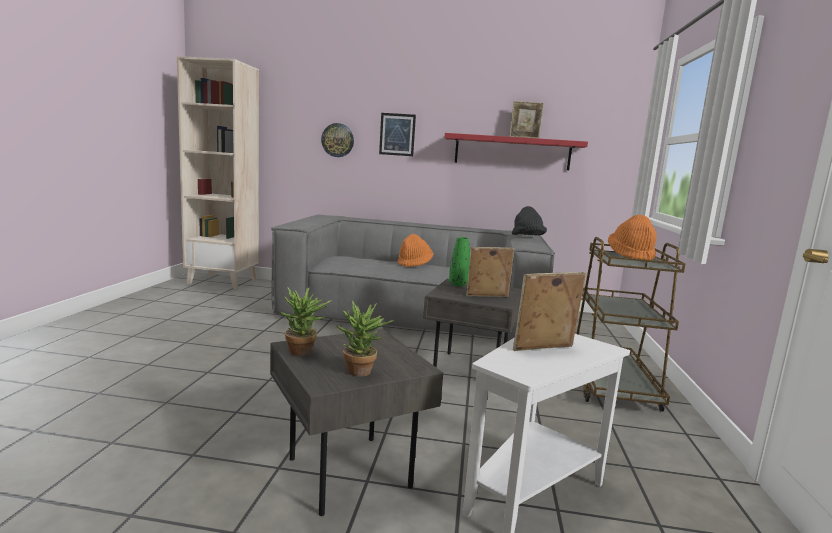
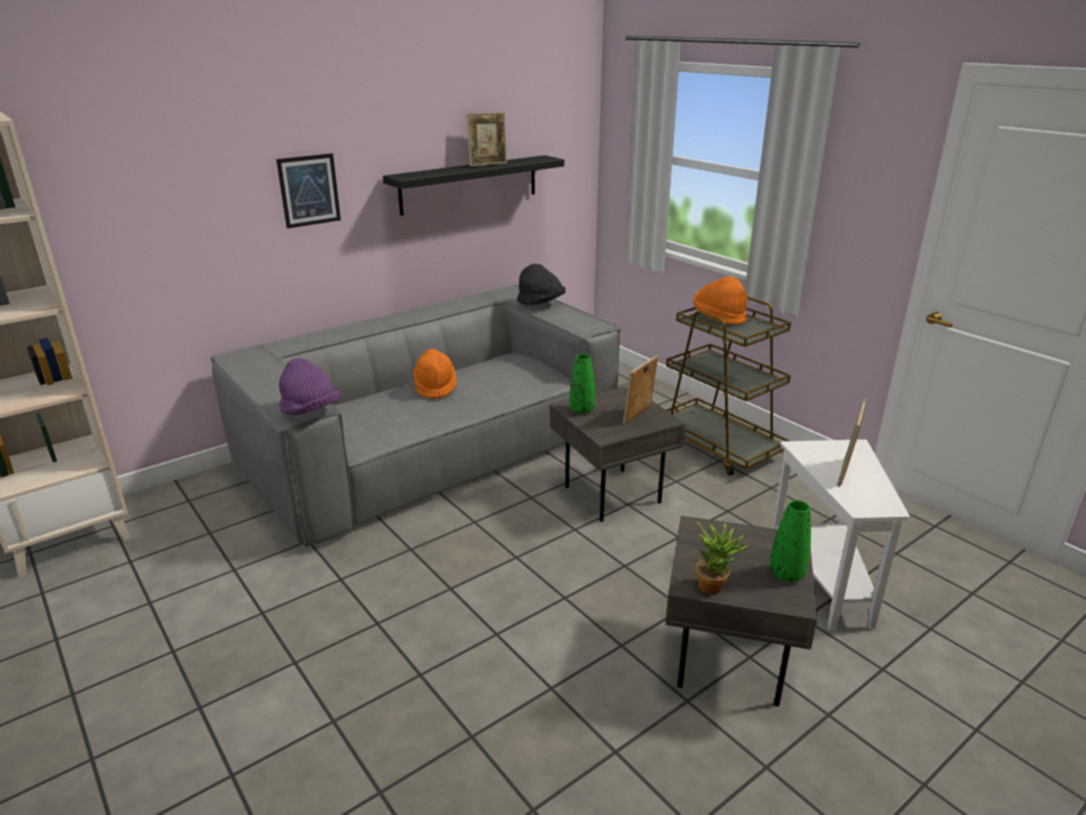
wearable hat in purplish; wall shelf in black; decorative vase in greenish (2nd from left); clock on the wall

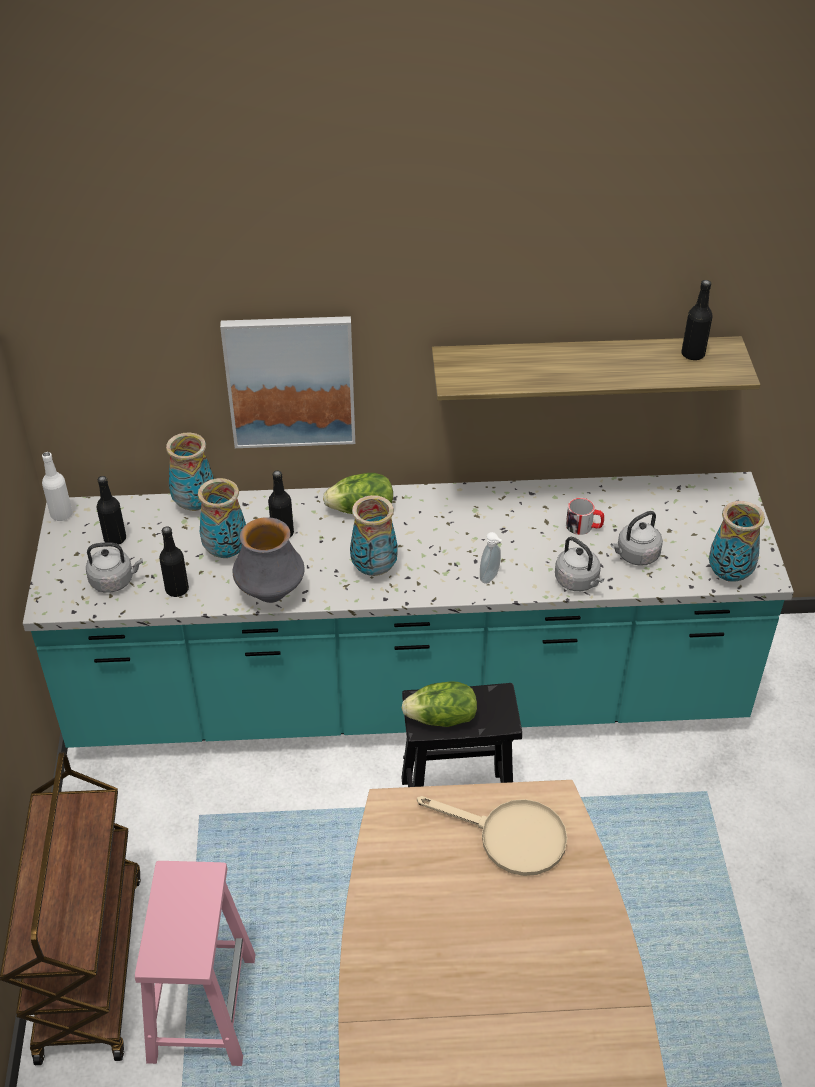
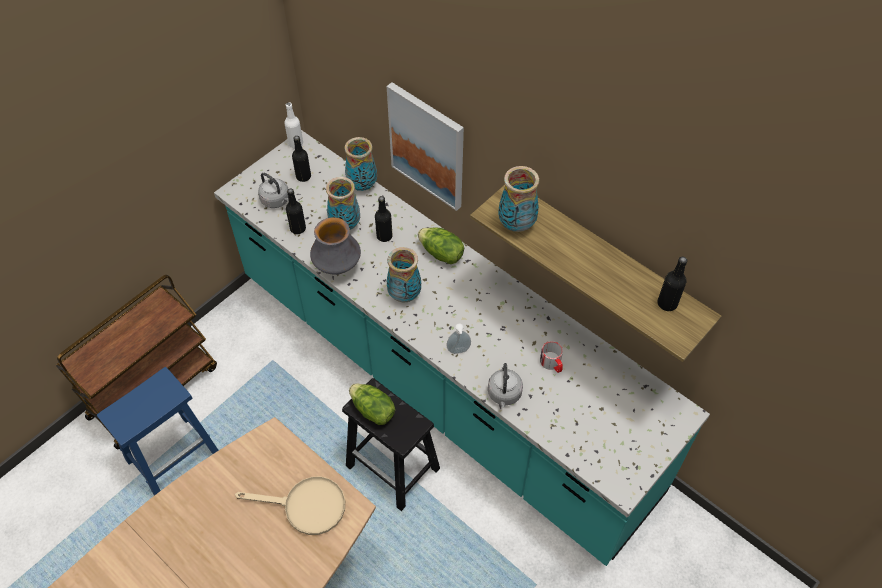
stool seat in bluish; pan in beige; decorative vase (5th from left); water kettle in greyish (3rd from left in the first image)

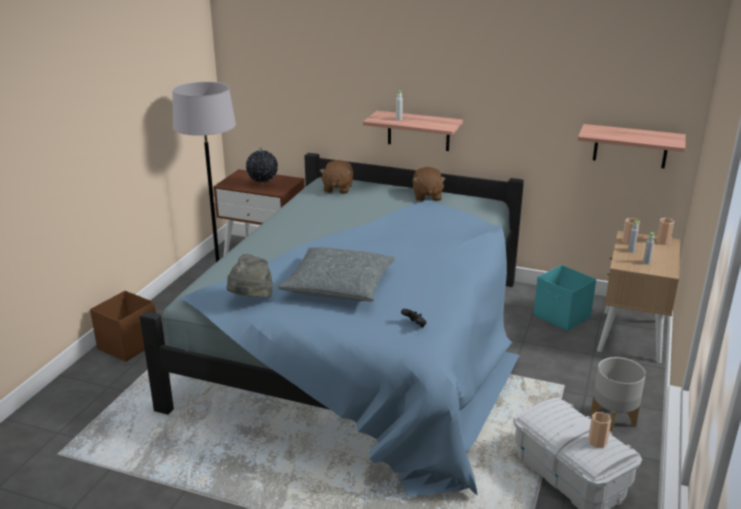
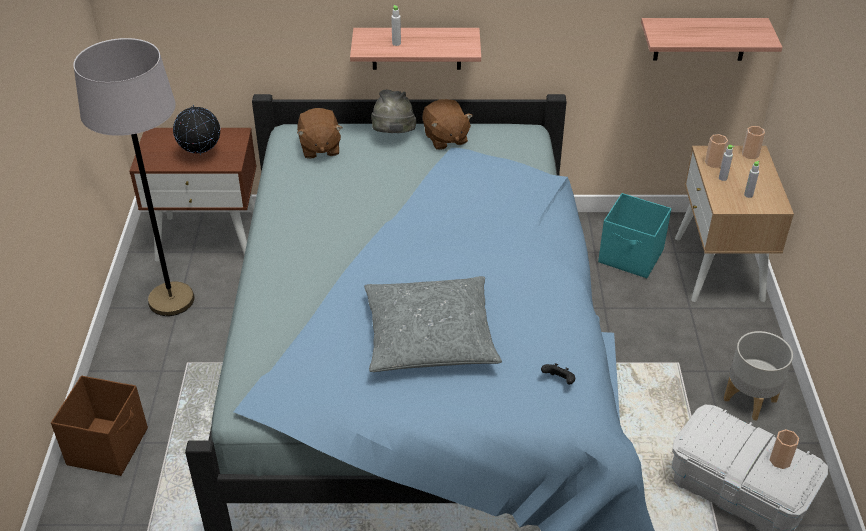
wearable hat in greyish

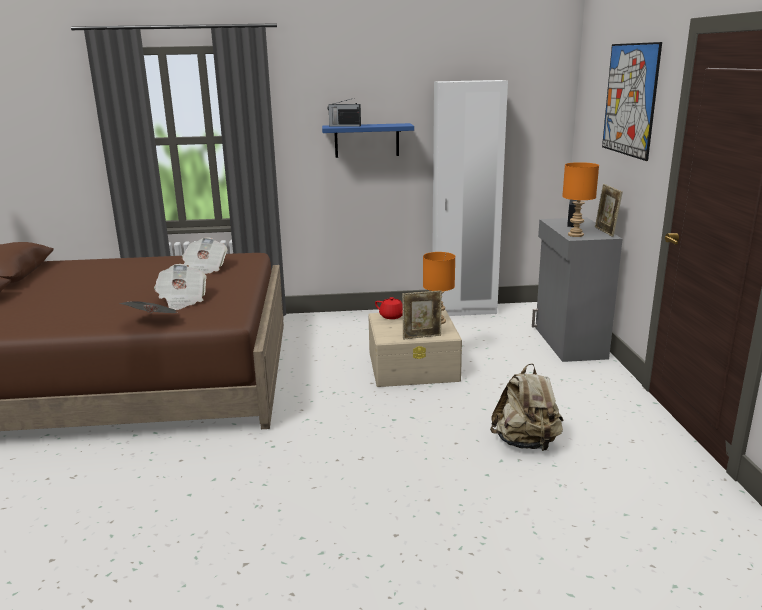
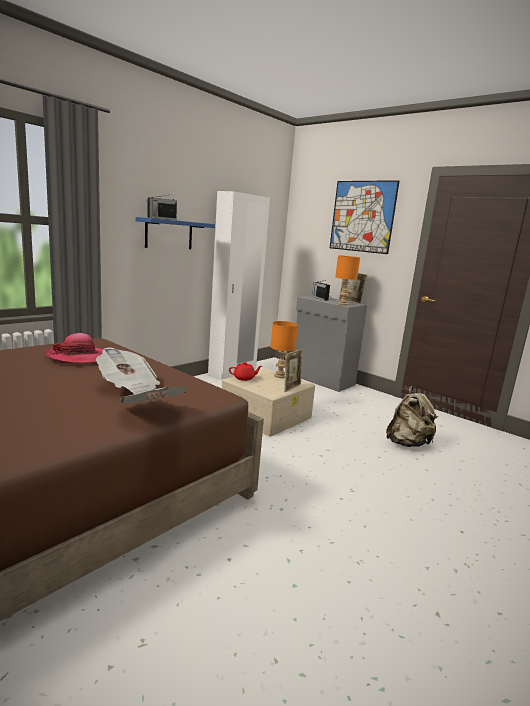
wearable hat

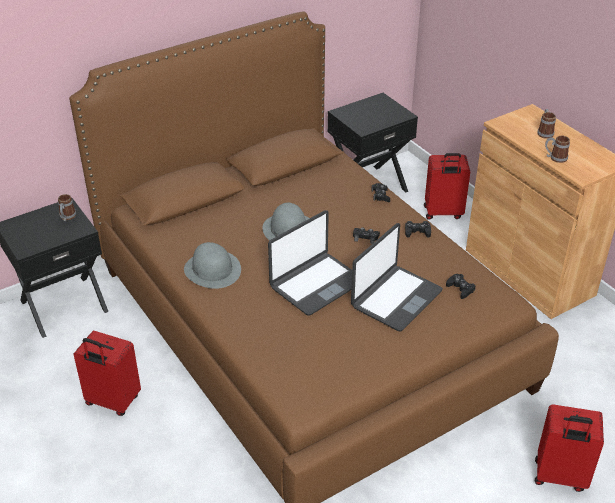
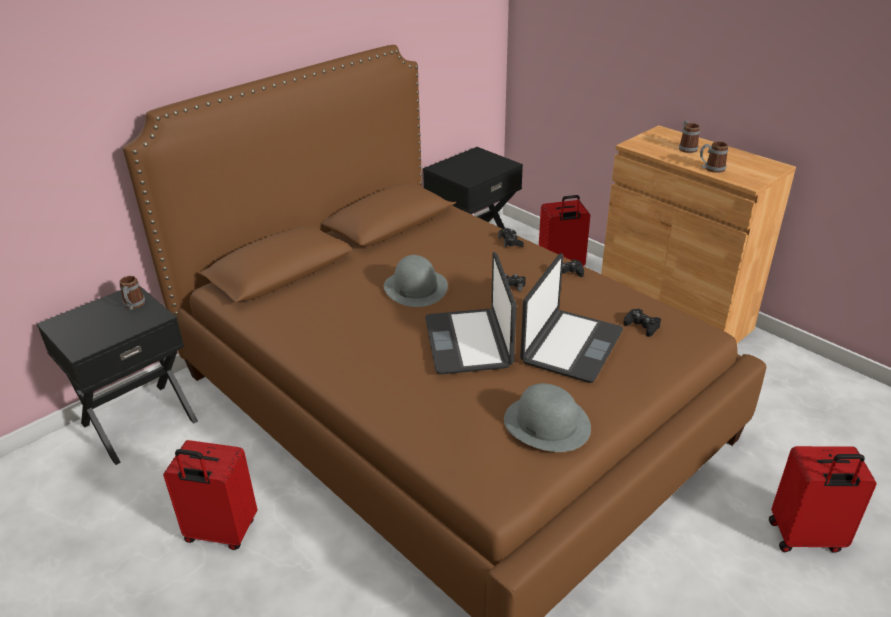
laptop (1st from left); wearable hat in greyish (2nd from left)

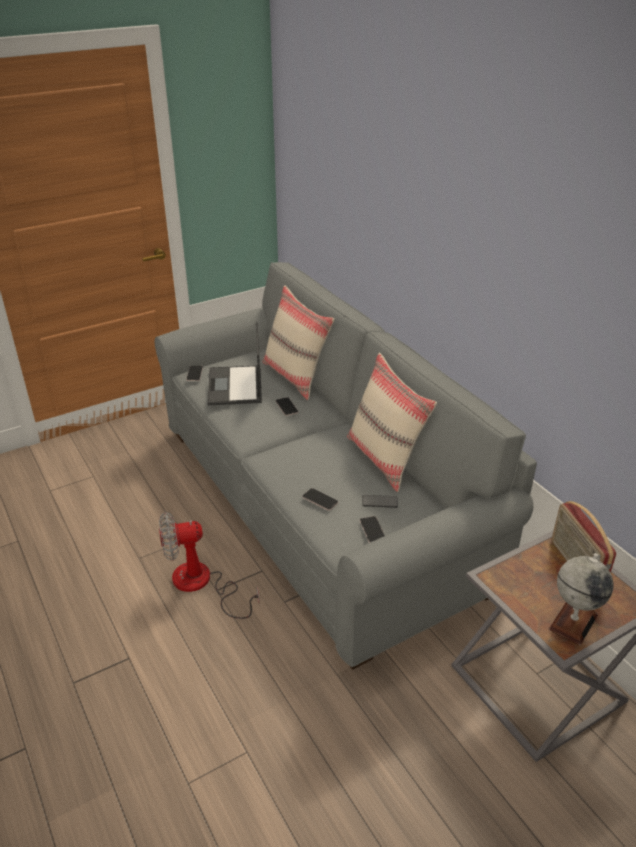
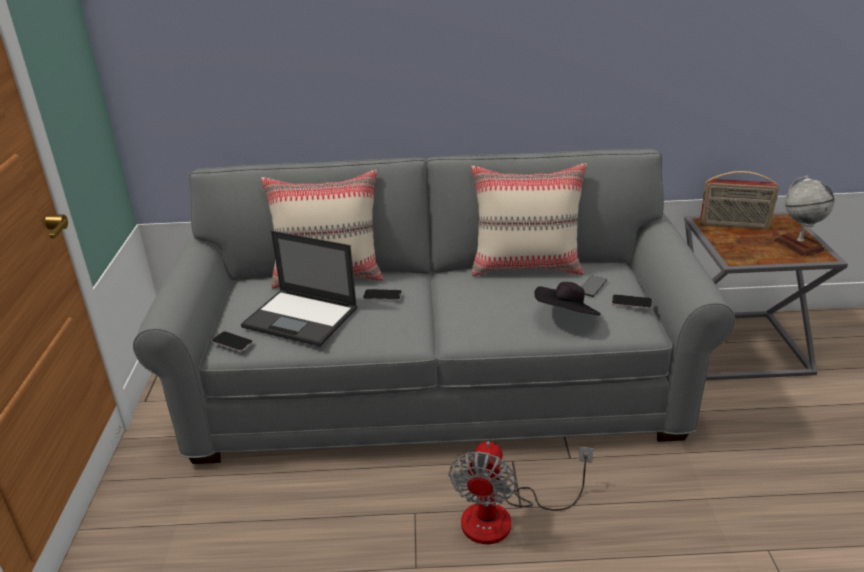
wearable hat in black

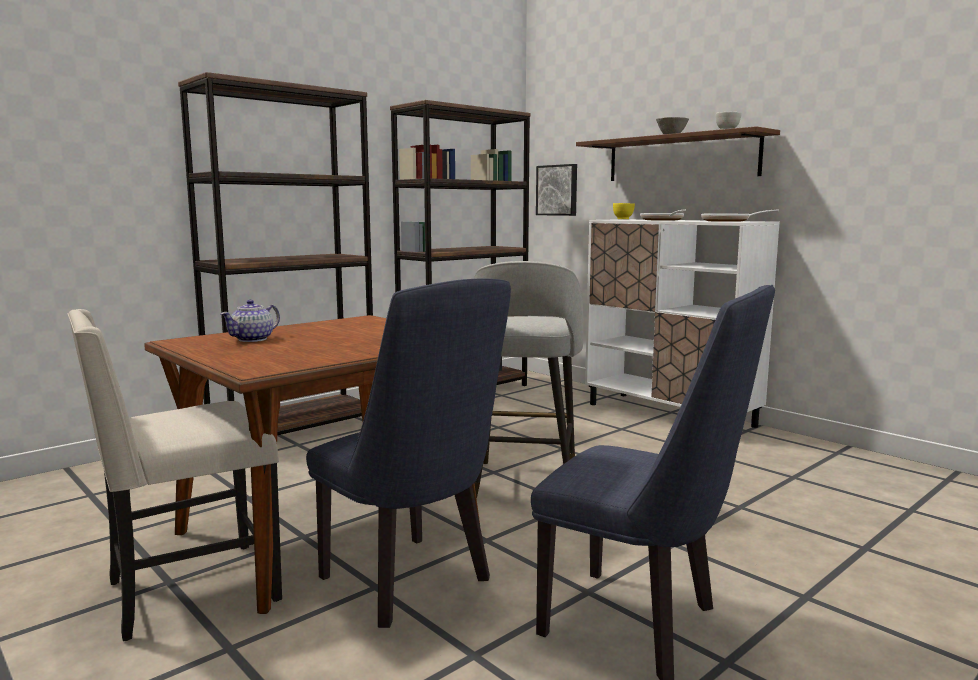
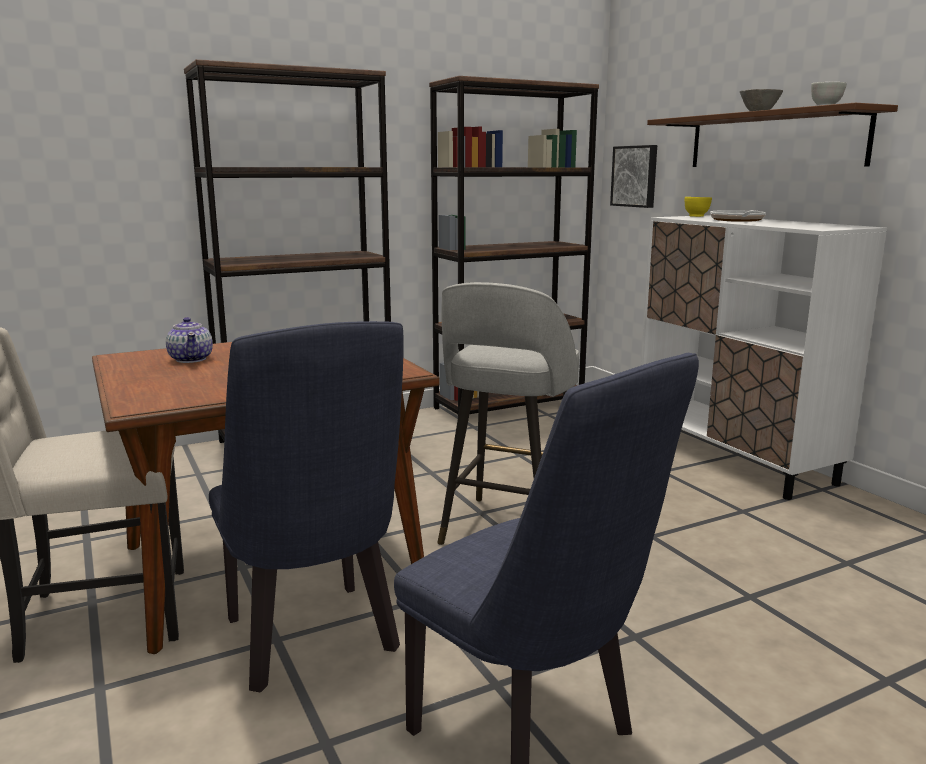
pot for tea; pan (2nd from left in the first image)

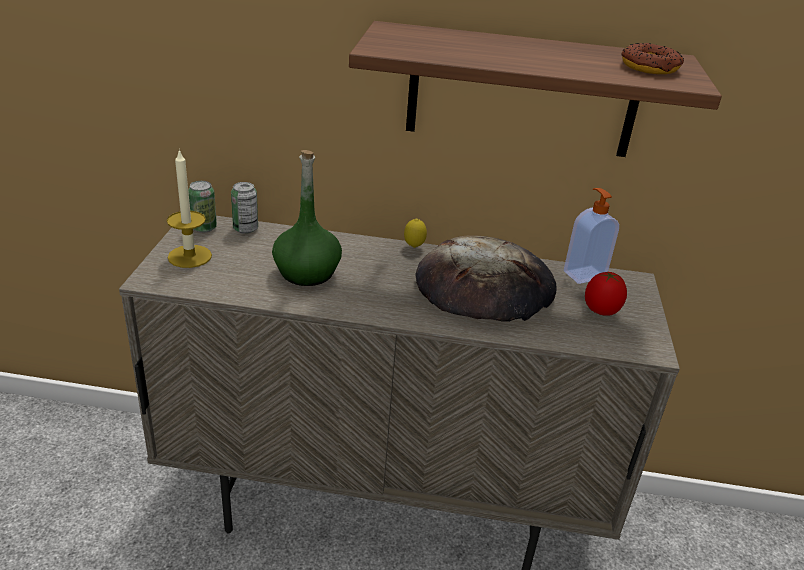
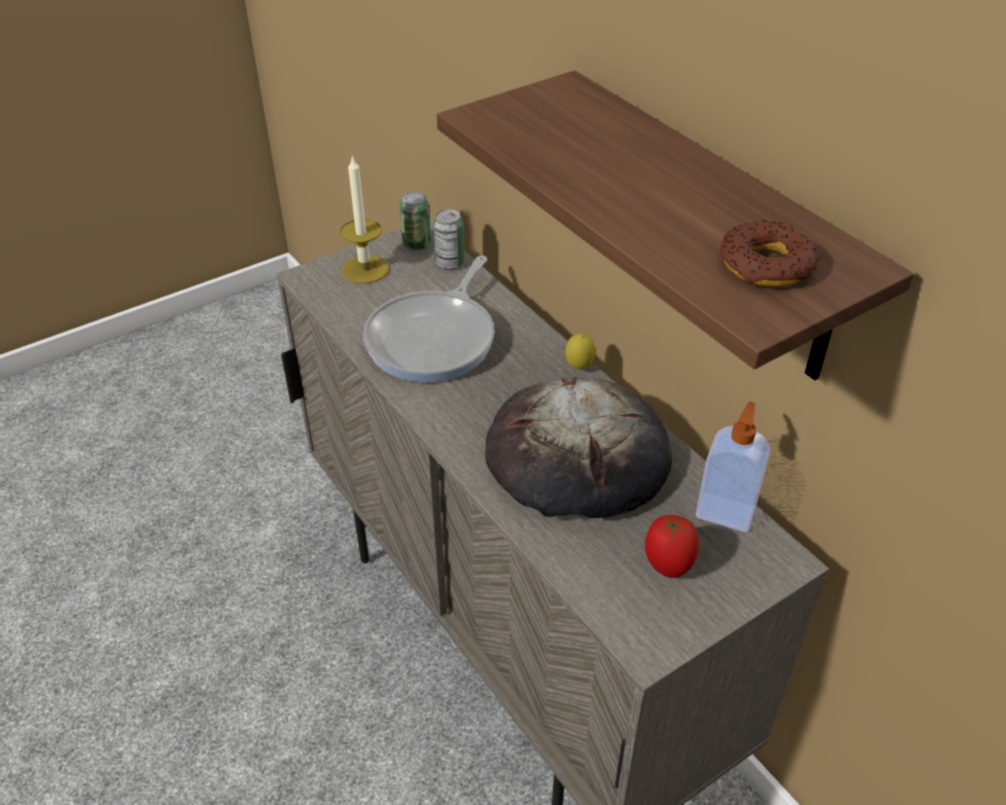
pan

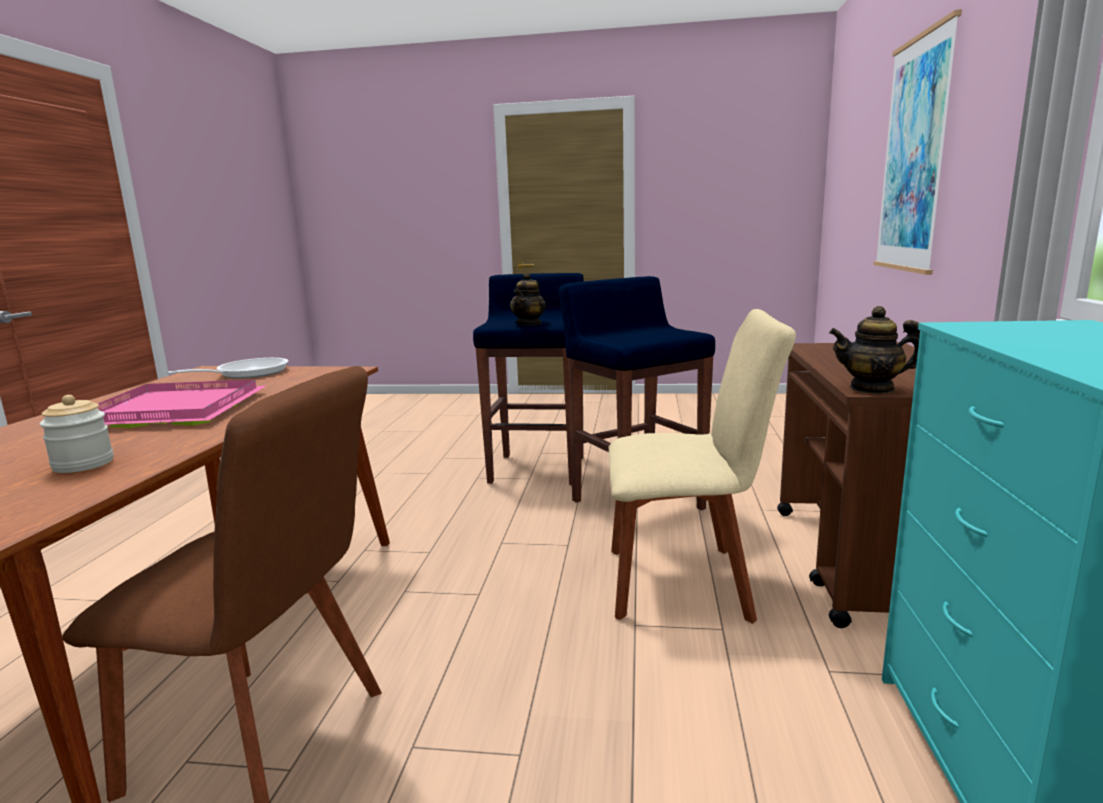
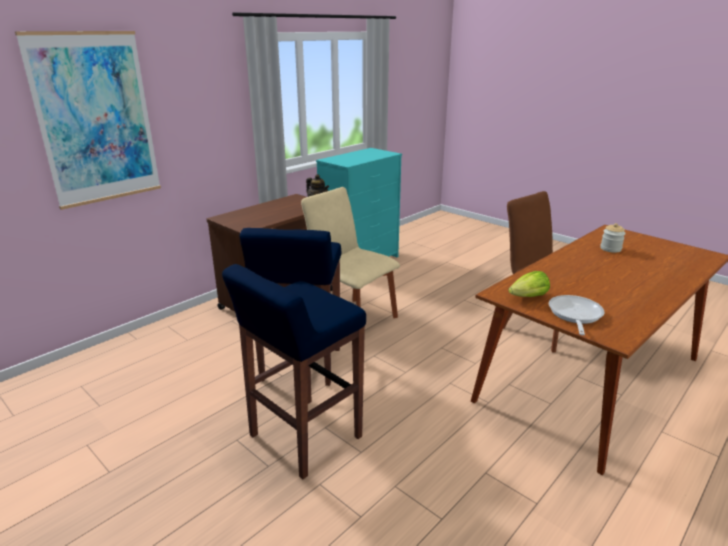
lettuce head; pan; serving tray in pinkish; pot for tea (1st from left in the first image)

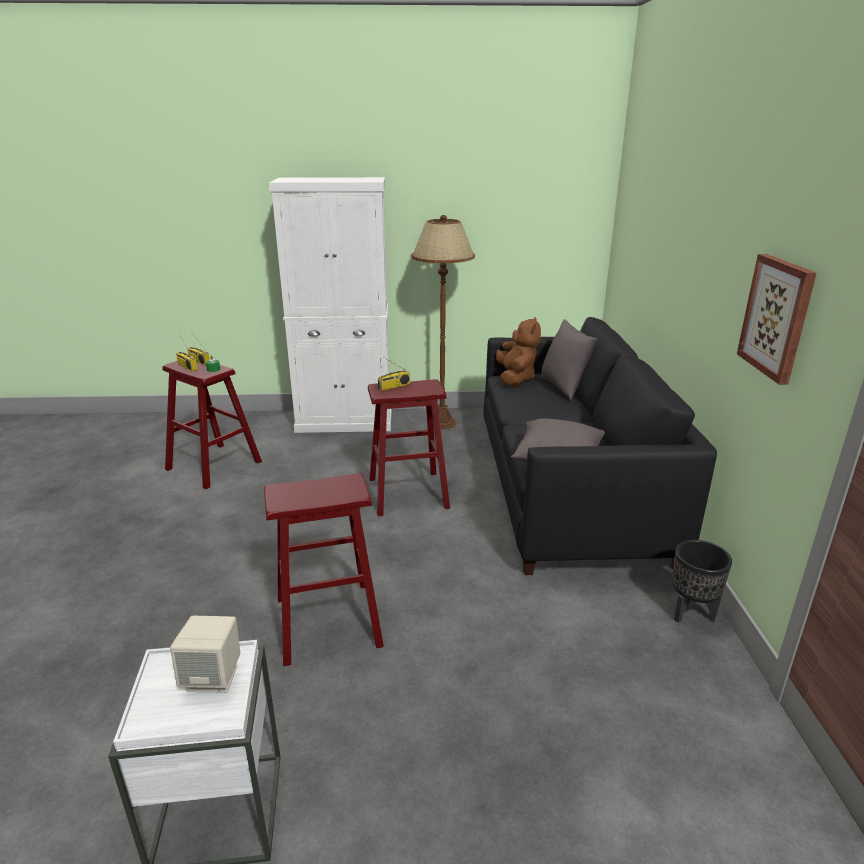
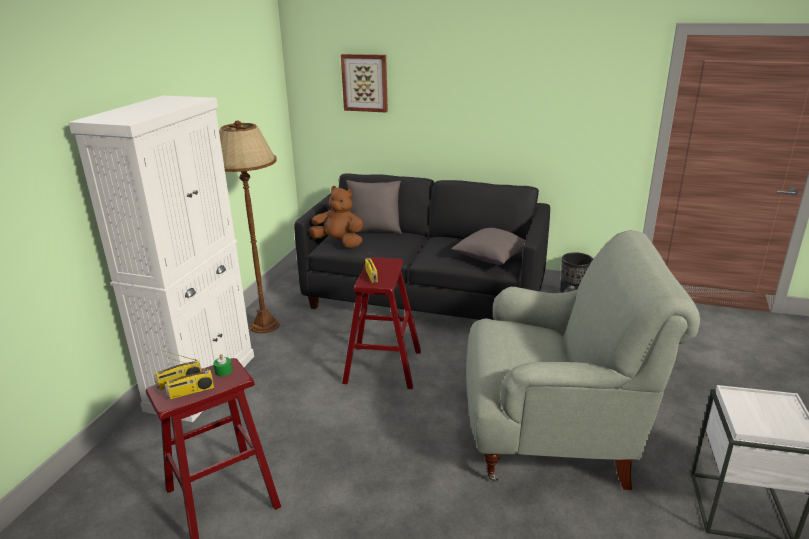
picture; easy chair in greyish; loudspeaker in beige

